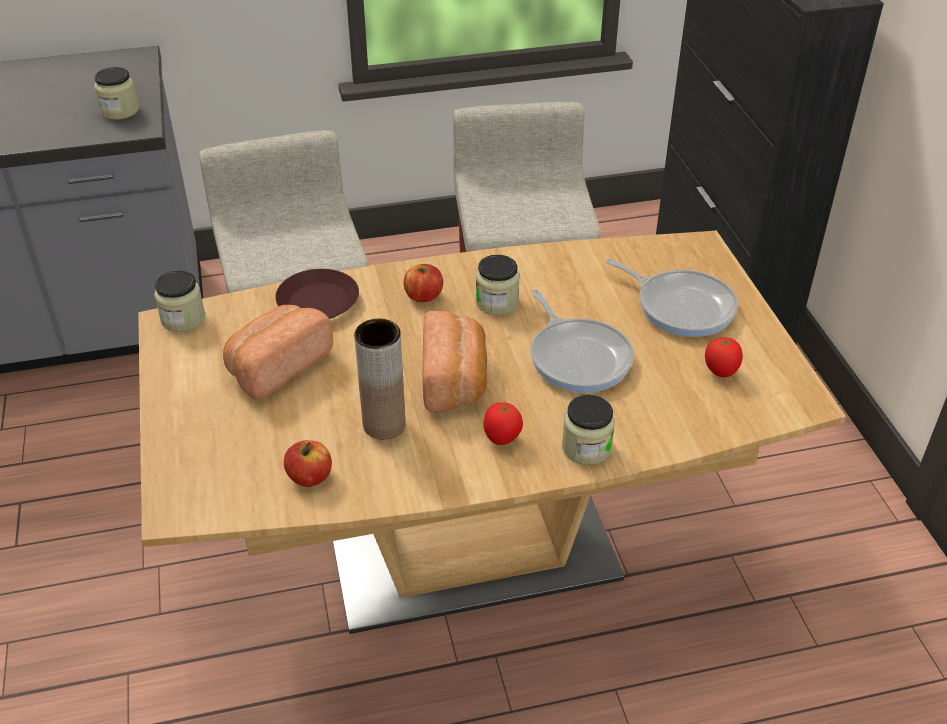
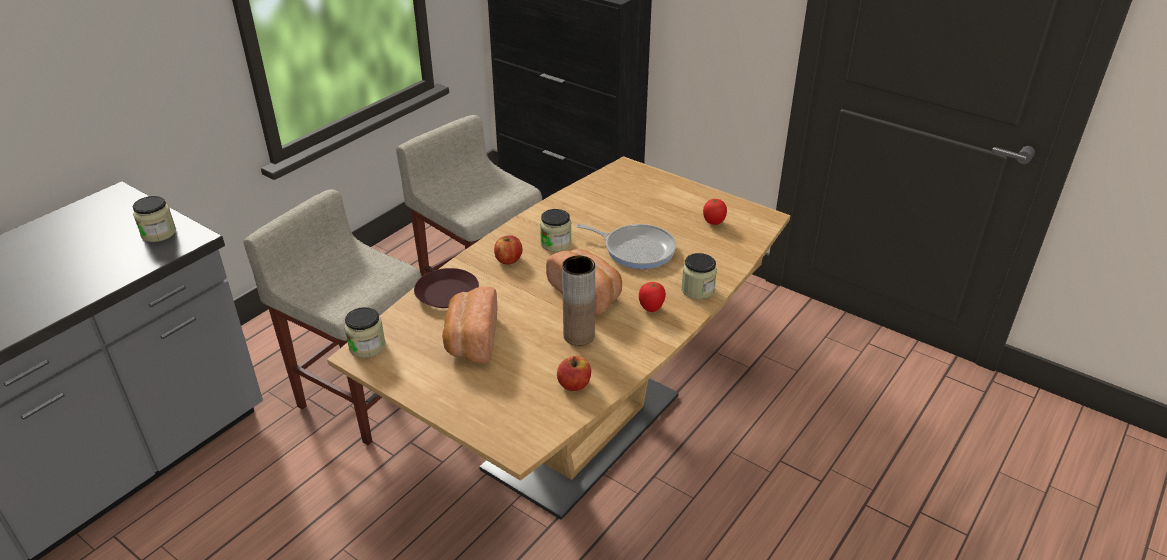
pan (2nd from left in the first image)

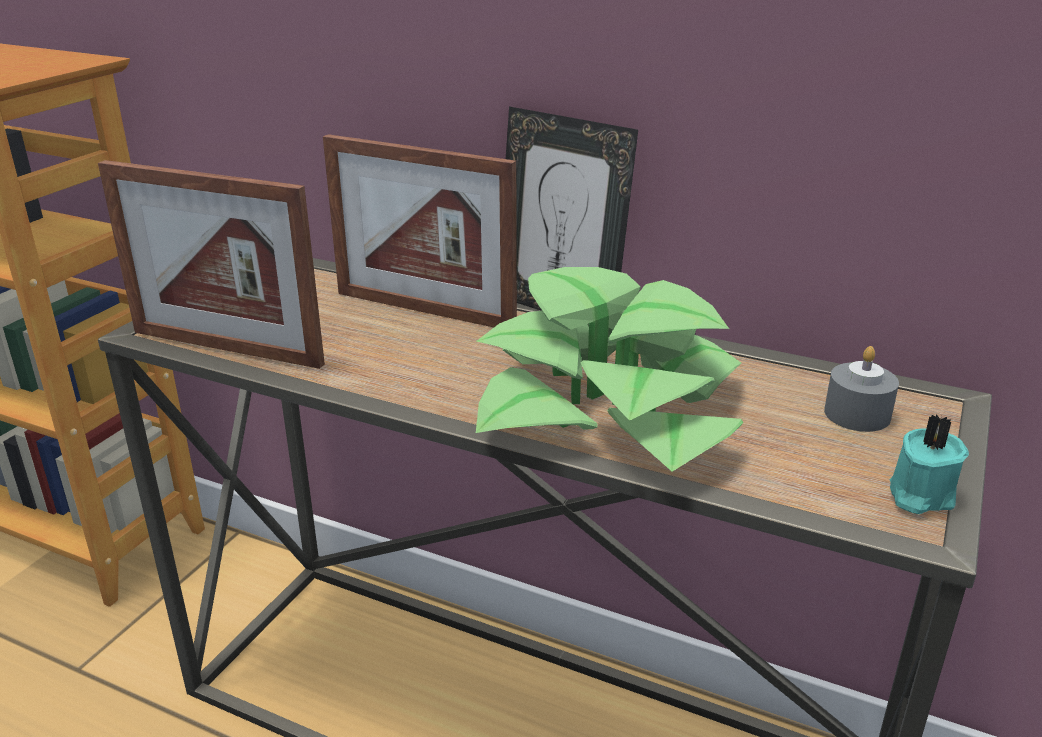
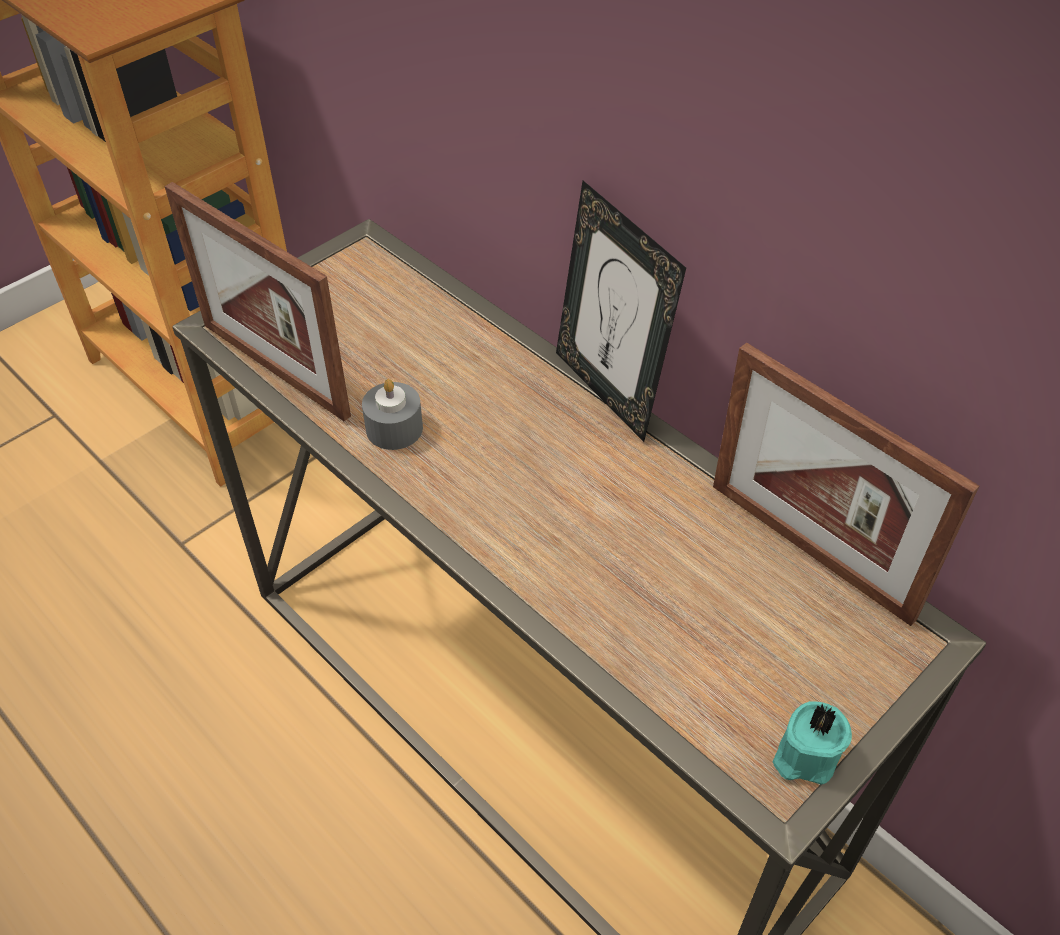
wax light in greyish; photo frame (3rd from left); plant in a pot

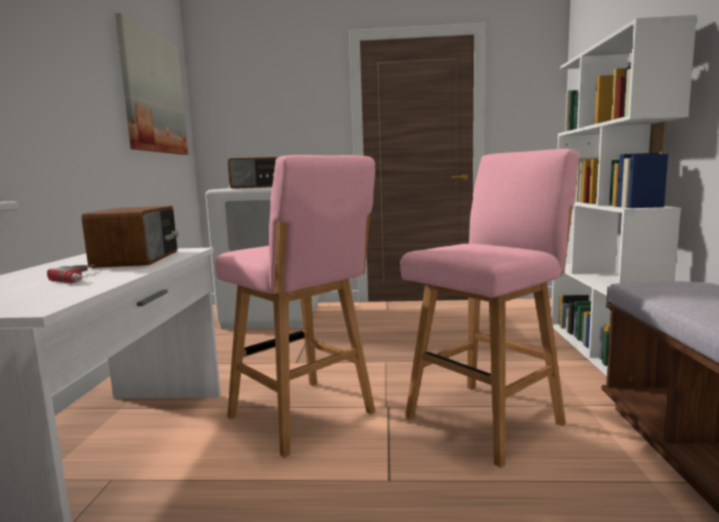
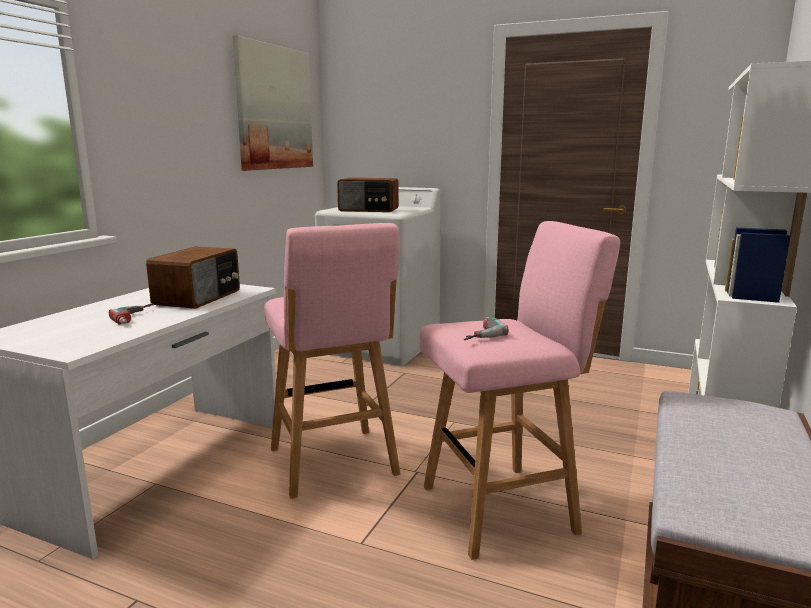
power drill (2nd from left)

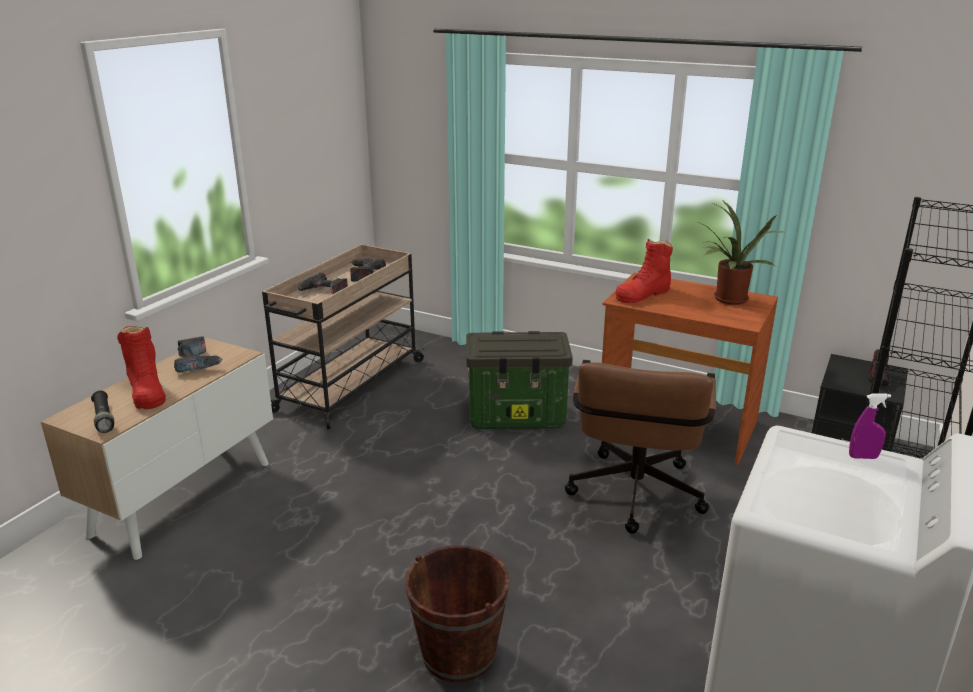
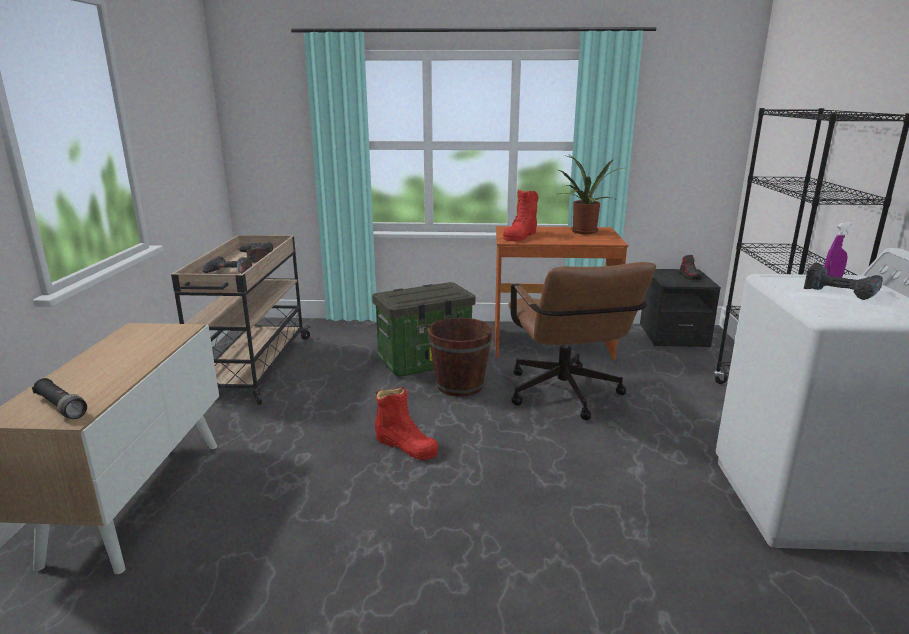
tall boot in red-coloured (1st from left); water bucket in brown; power drill (3rd from left)

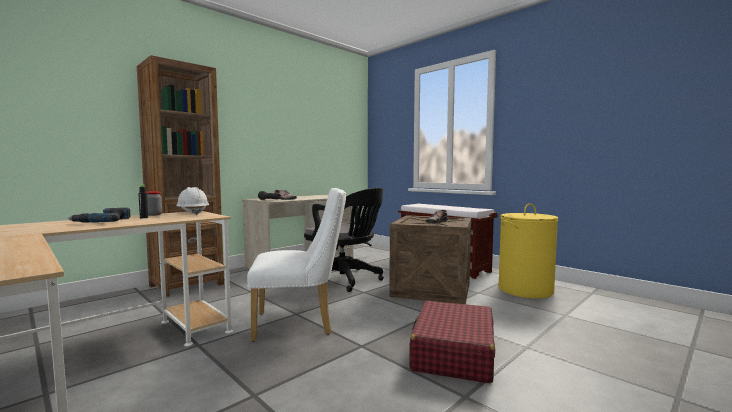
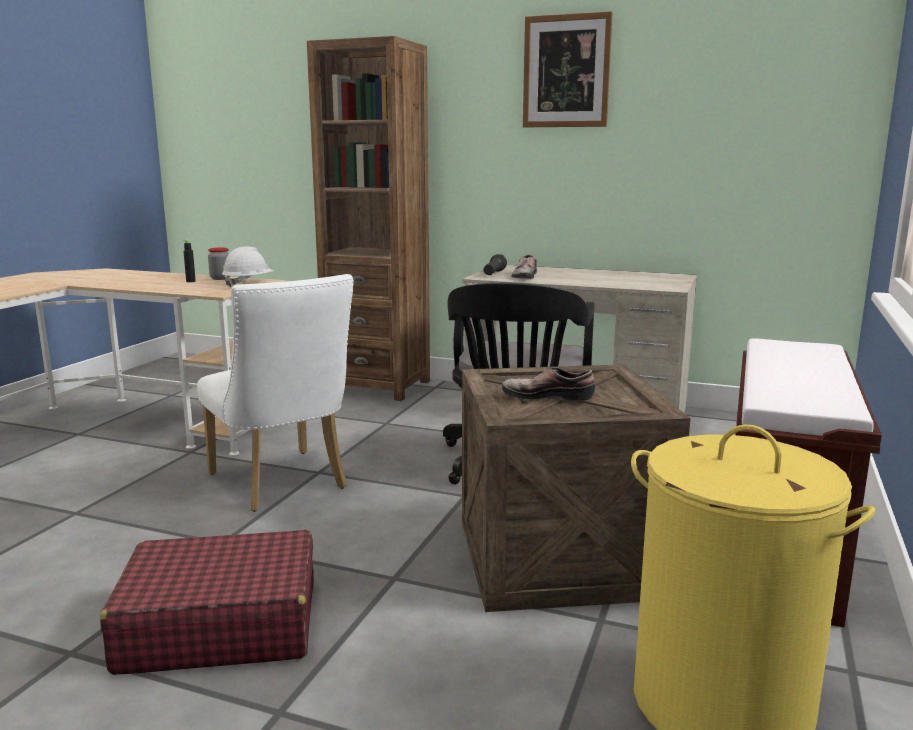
picture; power drill

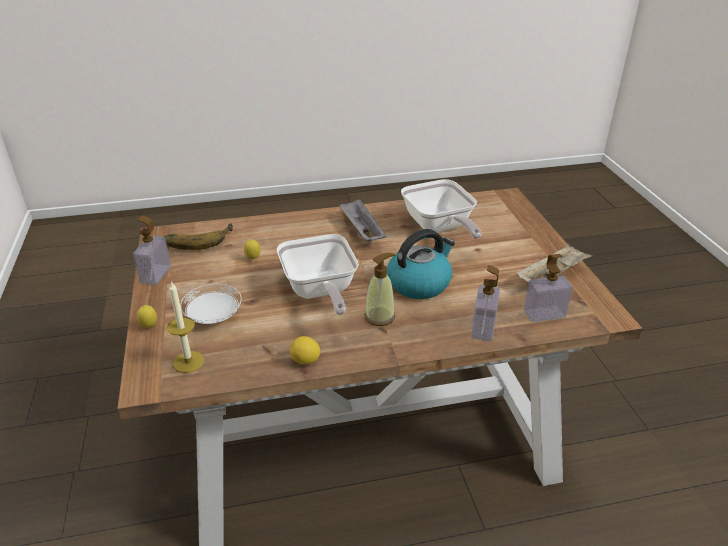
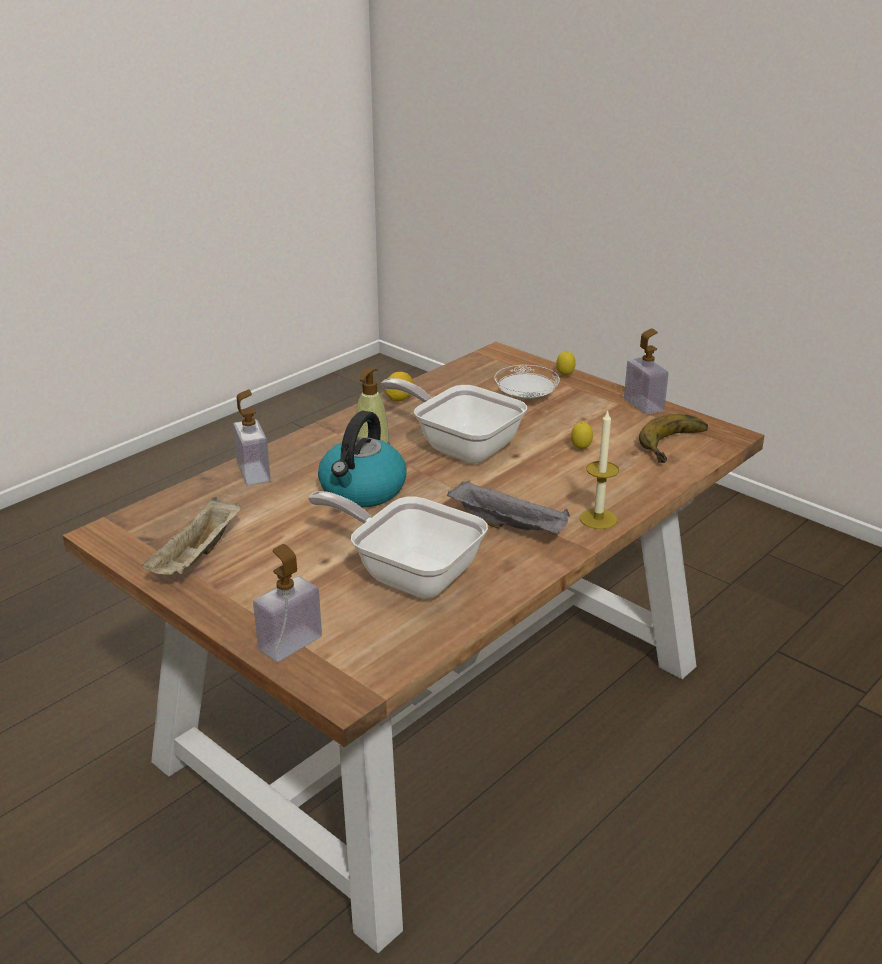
liquid soap bottle (2nd from left); wax light

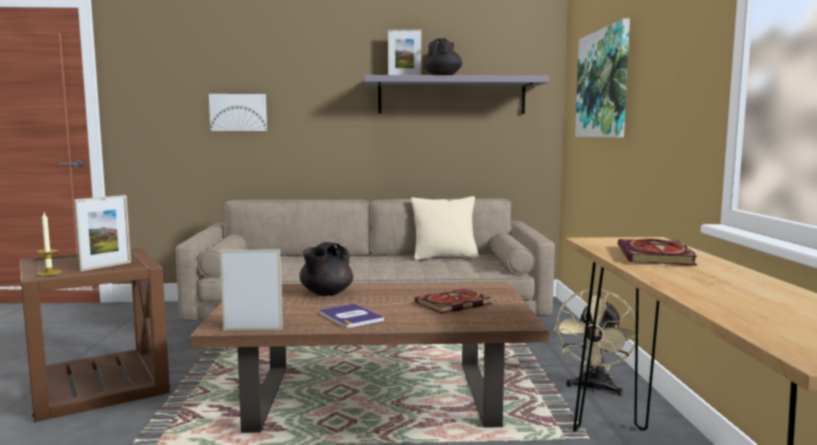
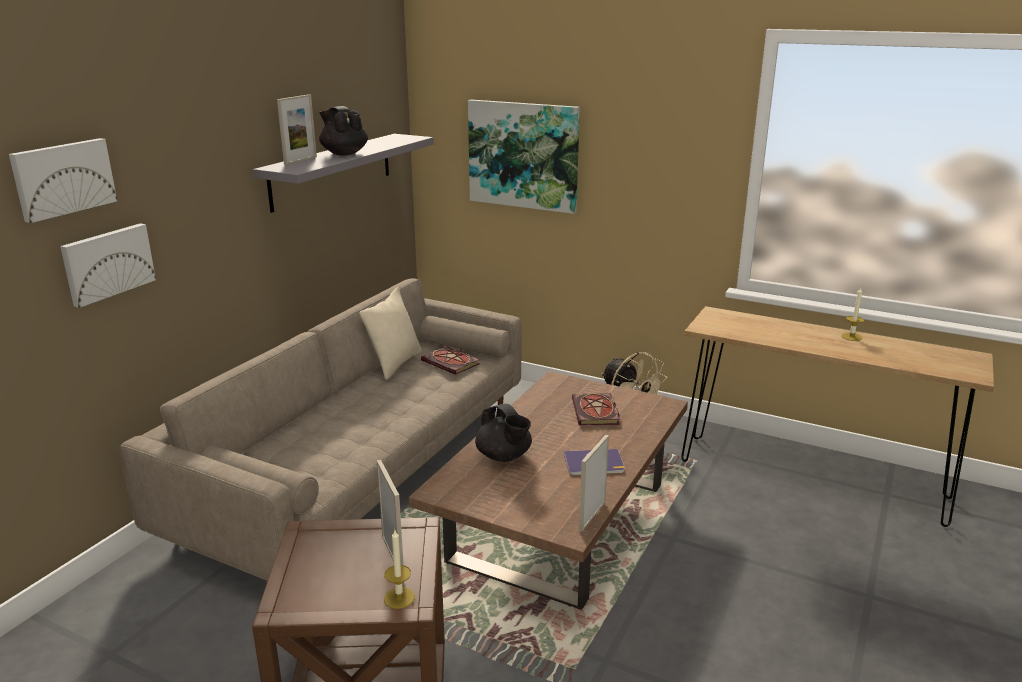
picture (1st from left); volume (1st from left); wax light (2nd from left)

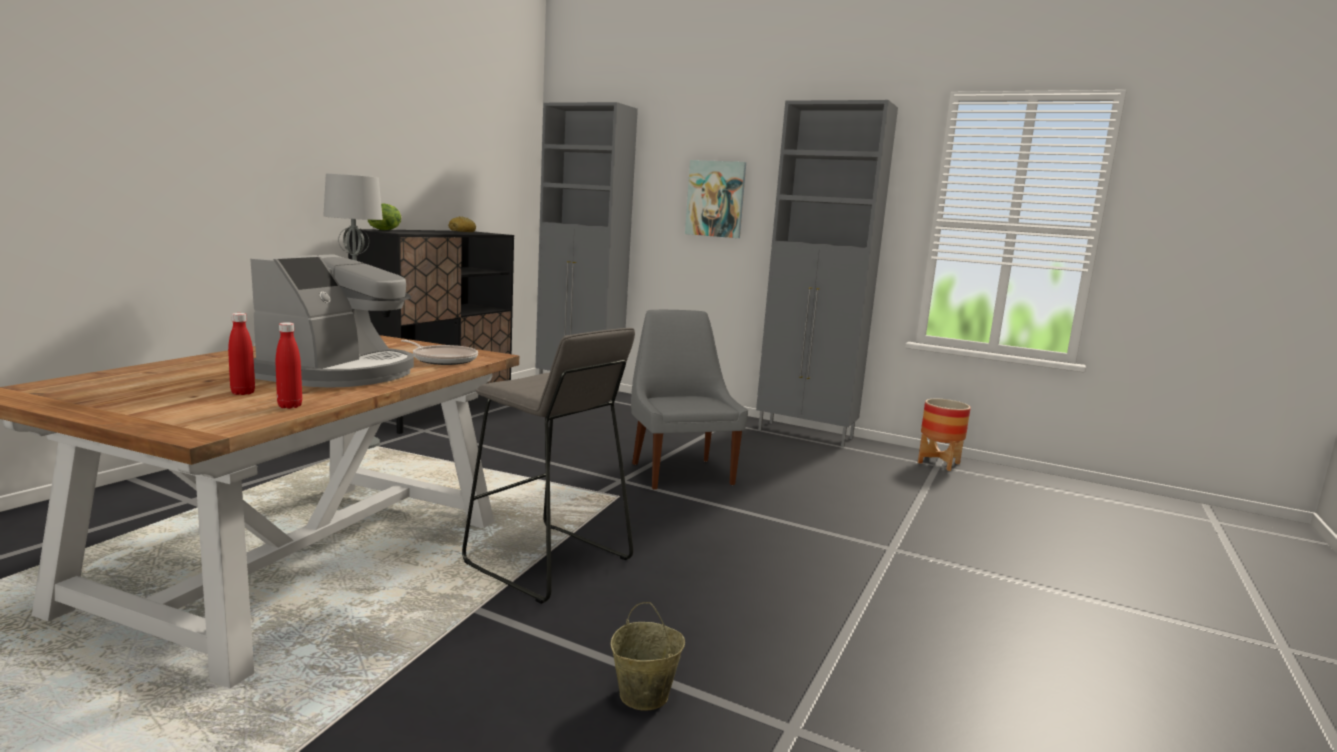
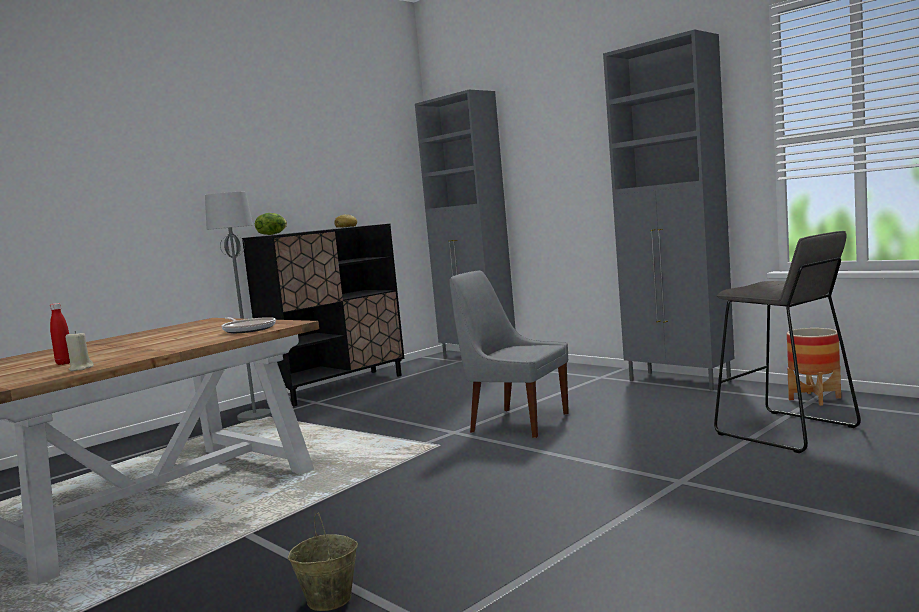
wax light in beige; upright chair in greyish; stool seat in greyish; coffee maker; picture

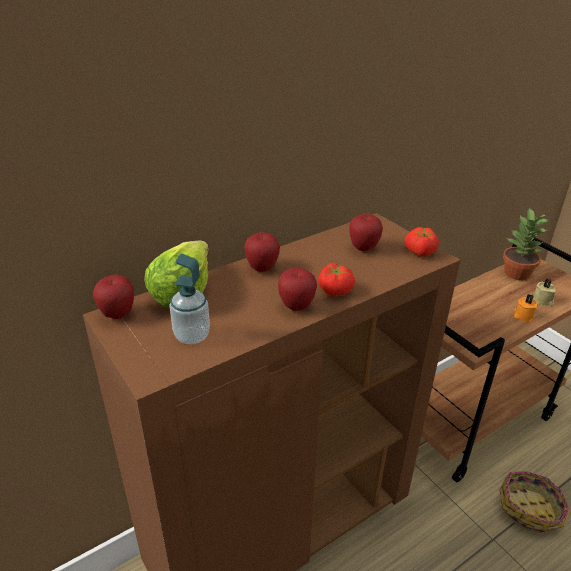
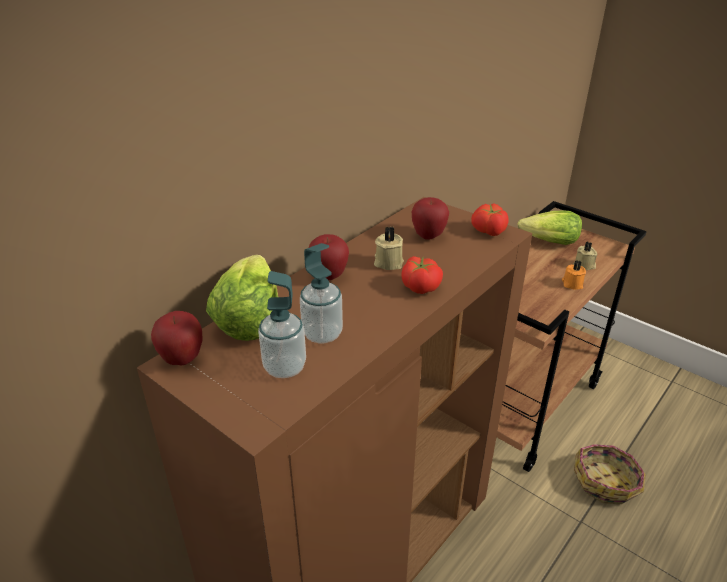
liquid soap bottle (2nd from left); wax light in beige (1st from left); lettuce head (2nd from left); whole apple (3rd from left in the first image)

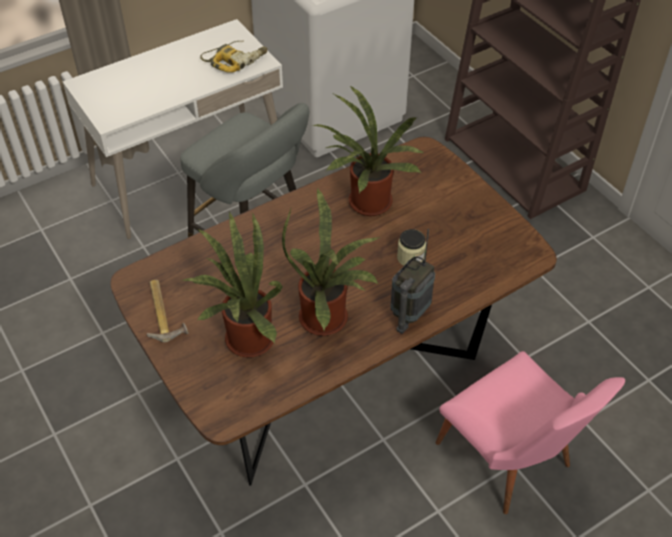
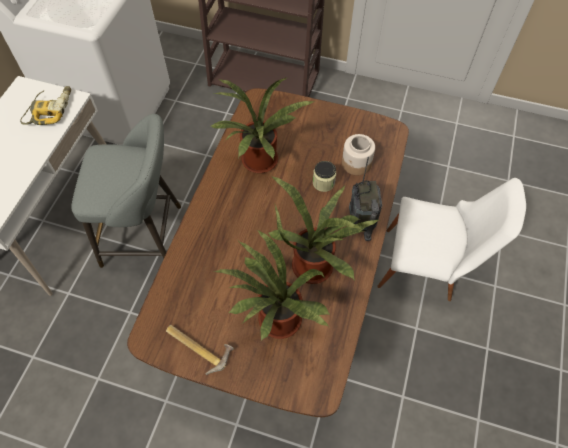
jar (2nd from left); upright chair in white

